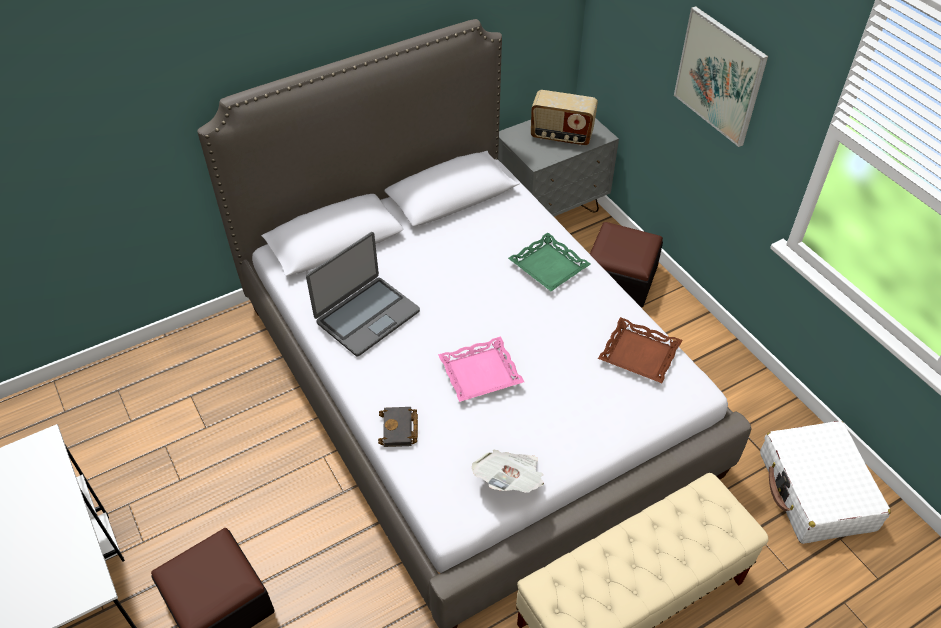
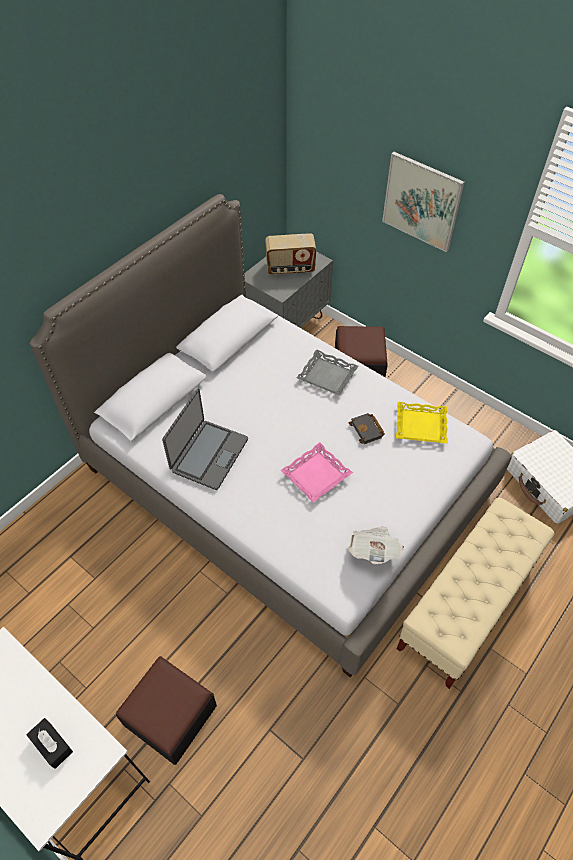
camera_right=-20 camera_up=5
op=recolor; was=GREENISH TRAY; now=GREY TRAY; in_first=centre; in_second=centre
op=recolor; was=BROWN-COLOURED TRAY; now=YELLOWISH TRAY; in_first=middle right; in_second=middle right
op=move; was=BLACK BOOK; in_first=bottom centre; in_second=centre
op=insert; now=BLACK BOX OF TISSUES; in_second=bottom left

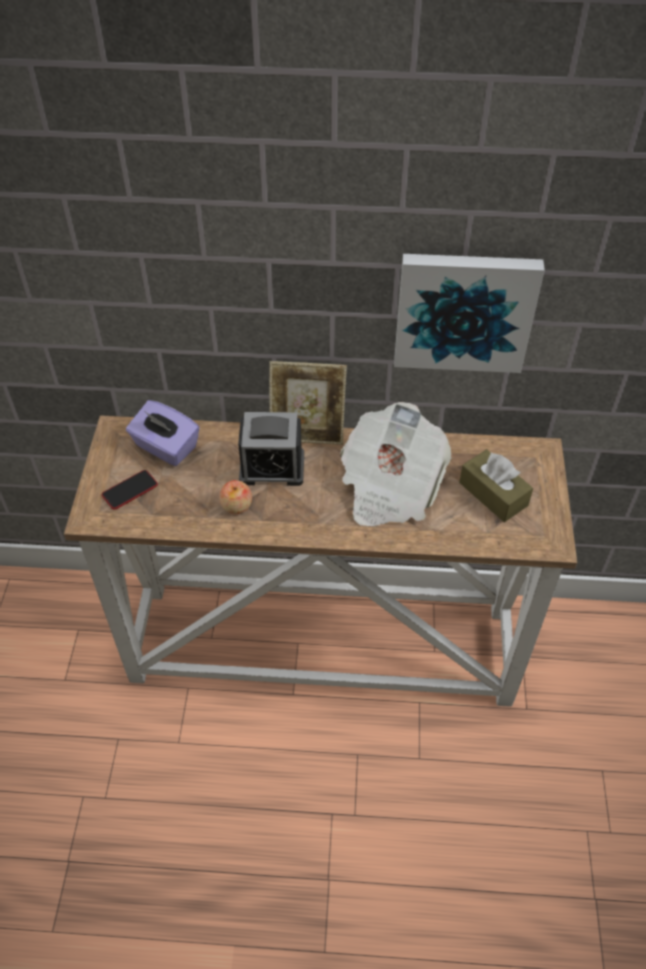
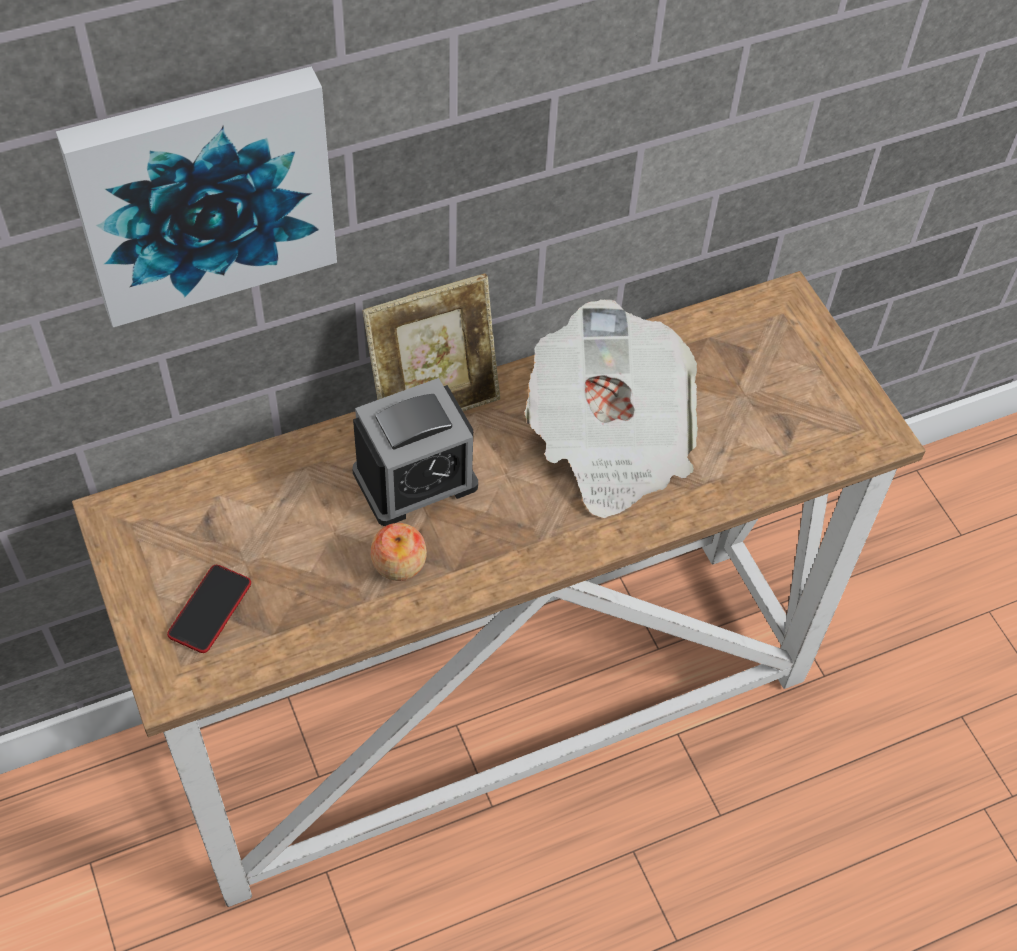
camera_right=-30 camera_up=5
op=move; was=PICTURE; in_first=top right; in_second=top left
op=delete; was=PURPLE BOX OF TISSUES; in_first=middle left
op=delete; was=BROWN-COLOURED BOX OF TISSUES; in_first=middle right

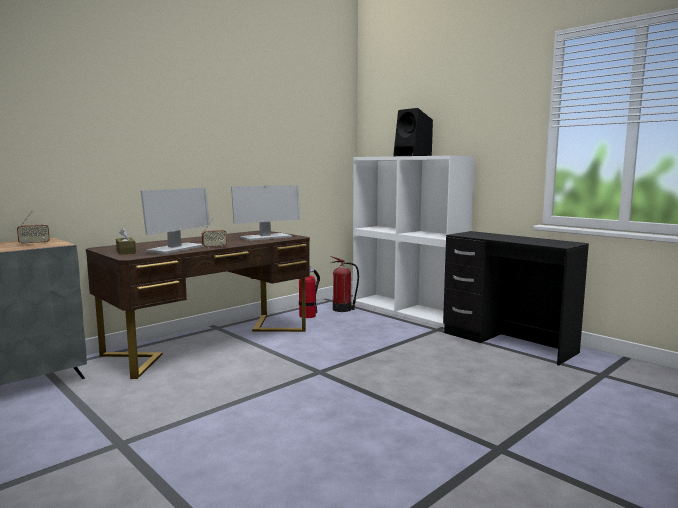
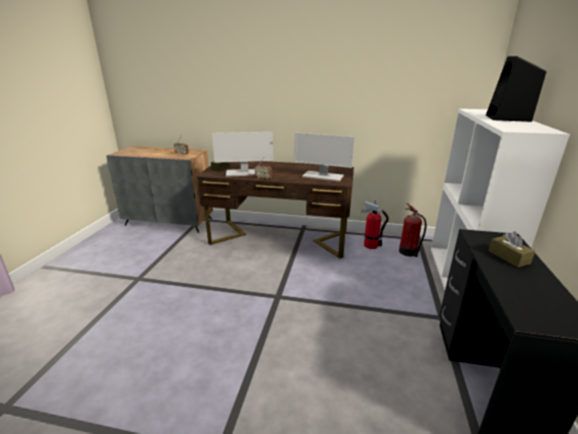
camera_right=55 camera_up=15
op=insert; now=BROWN-COLOURED BOX OF TISSUES (2nd from left); in_second=middle right

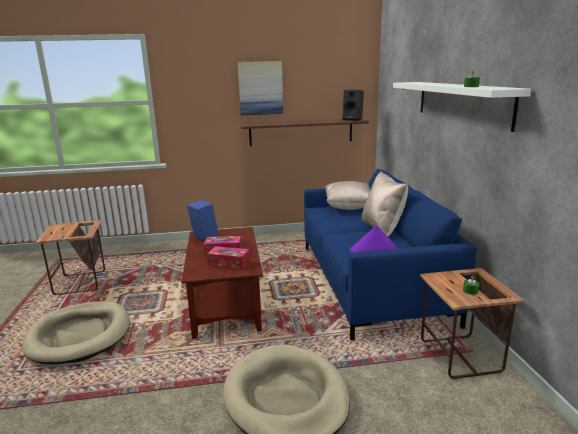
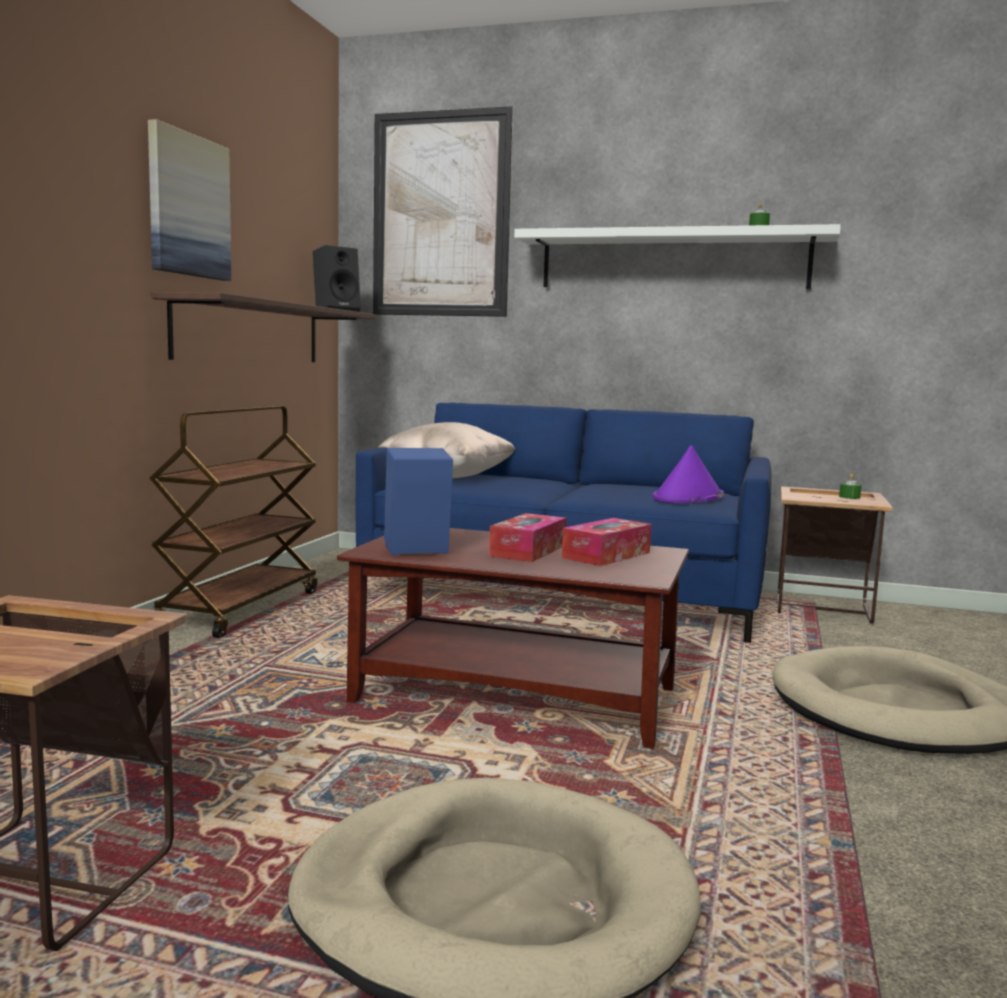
camera_right=-65 camera_up=-10
op=delete; was=BEIGE CUSHION (2nd from left); in_first=centre
op=insert; now=PICTURE (2nd from left); in_second=top centre
op=insert; now=BROWN-COLOURED TROLLEY; in_second=middle left

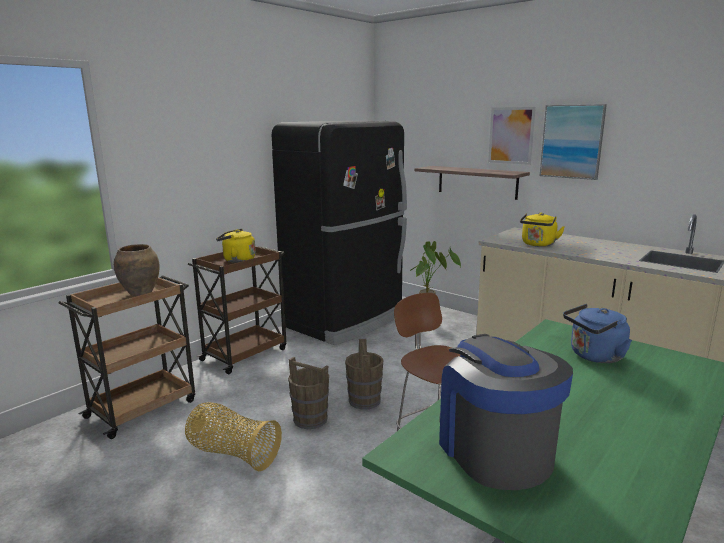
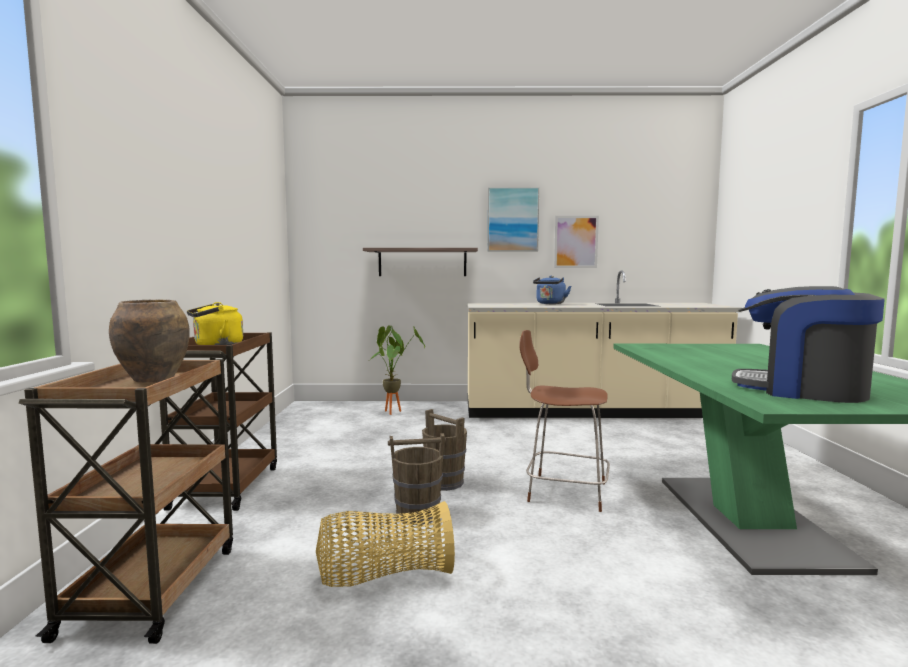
camera_right=-40 camera_up=-10
op=move; was=PICTURE (1st from left in the first image); now=PICTURE (2nd from left); in_first=top right; in_second=centre
op=delete; was=BLACK FRIDGE; in_first=centre
op=delete; was=YELLOWISH TEA KETTLE (2nd from left); in_first=middle right
op=move; was=BLUE-COLOURED TEA KETTLE; in_first=middle right; in_second=centre

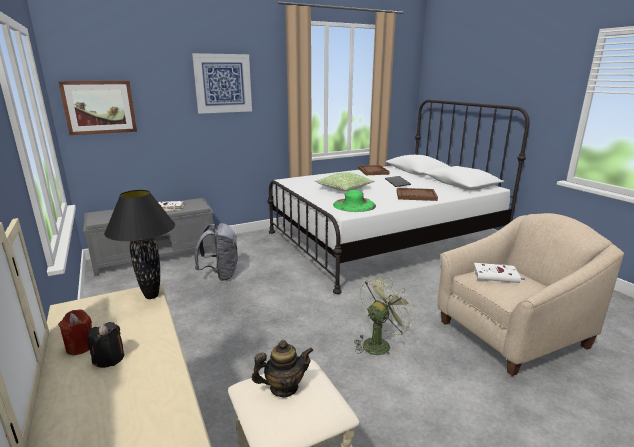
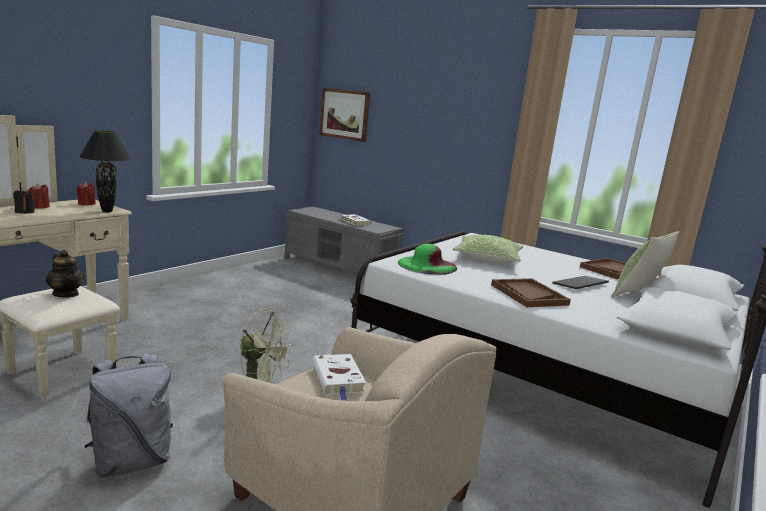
camera_right=60 camera_up=-5
op=delete; was=PICTURE (2nd from left); in_first=top centre
op=move; was=GREY BACKPACK; in_first=centre; in_second=bottom left
op=insert; now=RED WAX LIGHT (2nd from left); in_second=middle left
op=insert; now=CUSHION (2nd from left); in_second=middle right

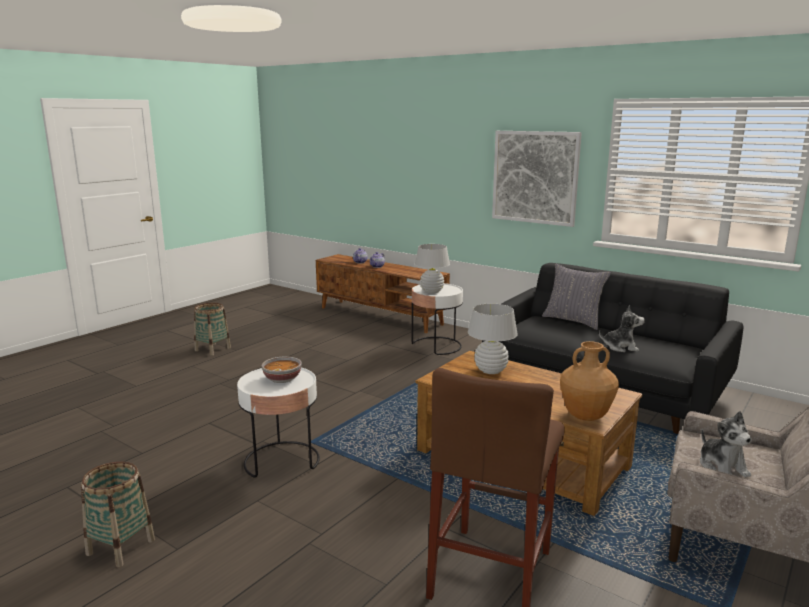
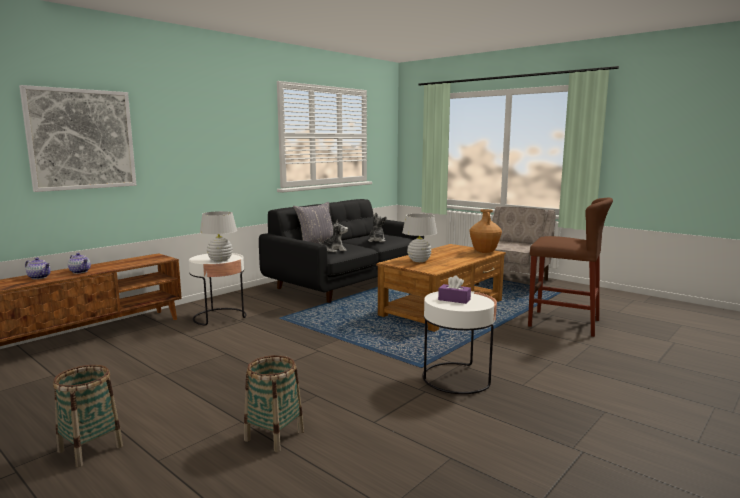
camera_right=-85 camera_up=-5
op=move; was=PICTURE; in_first=top centre; in_second=top left
op=replace; was=BOWL; now=PURPLE BOX OF TISSUES; in_first=centre; in_second=centre
op=move; was=PLUSH TOY (2nd from left in the first image); now=PLUSH TOY (1st from left); in_first=bottom right; in_second=centre
op=move; was=BASKET (1st from left in the first image); now=BASKET (2nd from left); in_first=bottom left; in_second=bottom centre

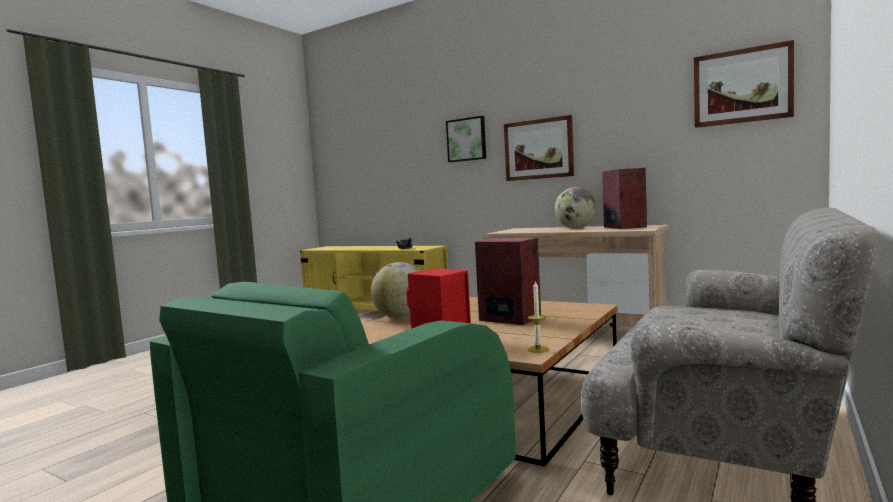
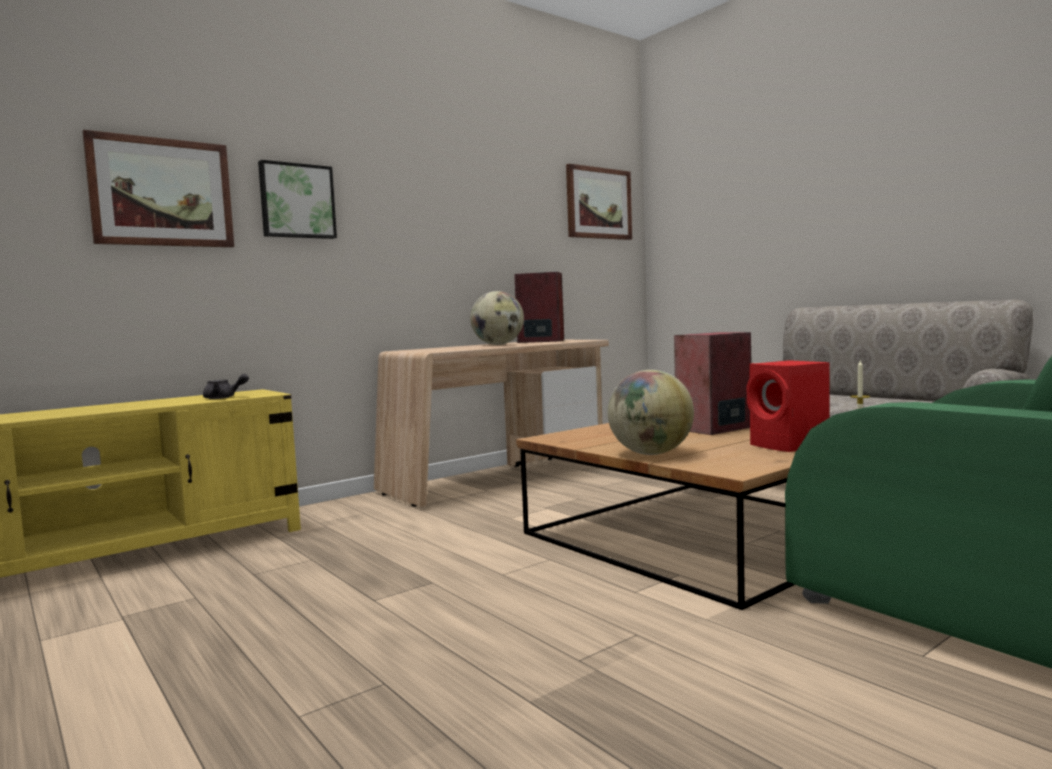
camera_right=-70 camera_up=0
op=move; was=PICTURE (2nd from left in the first image); now=PICTURE (1st from left); in_first=top centre; in_second=top left

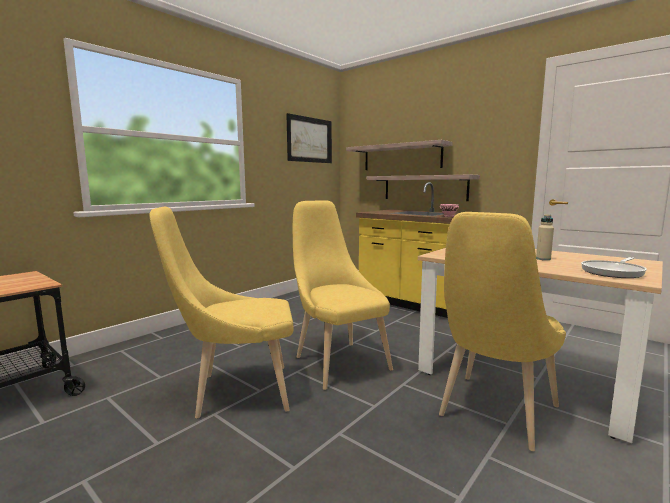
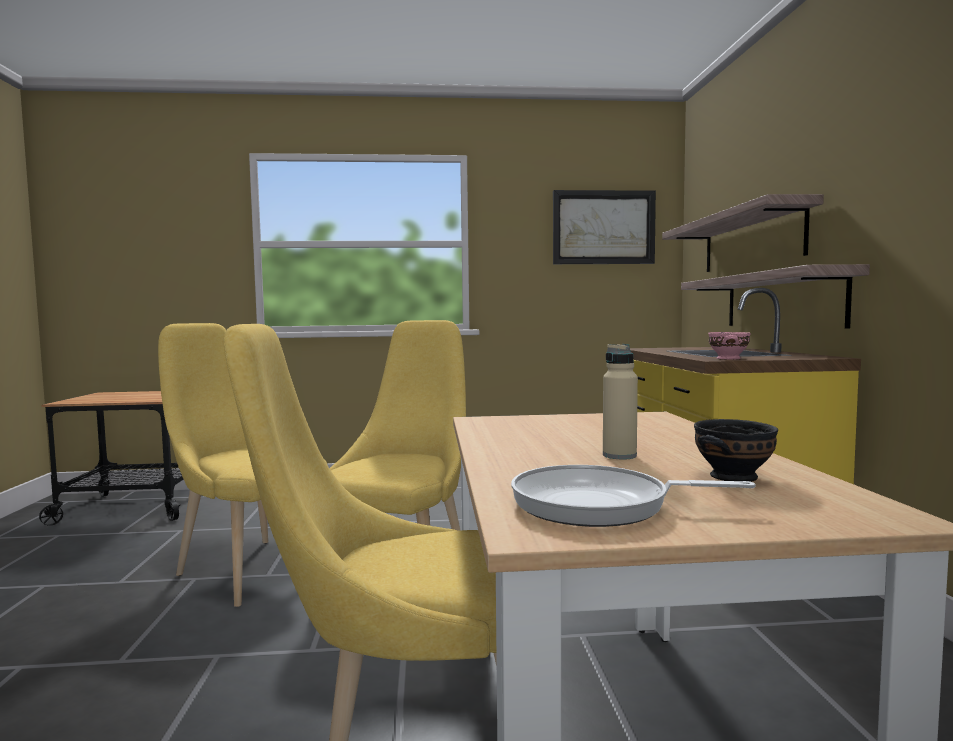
camera_right=45 camera_up=-5
op=insert; now=BLACK BOWL; in_second=middle right

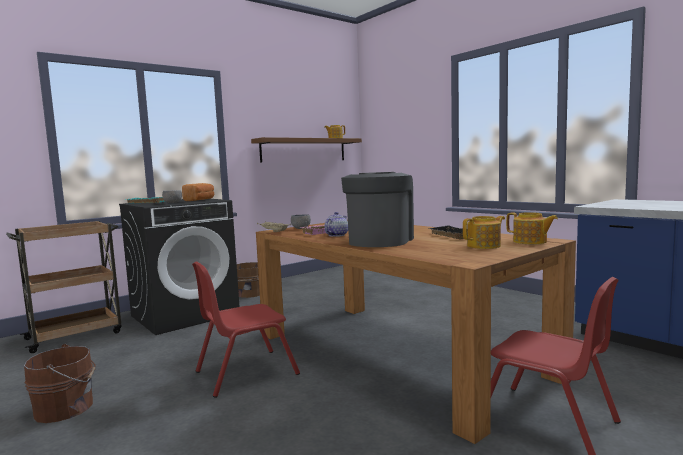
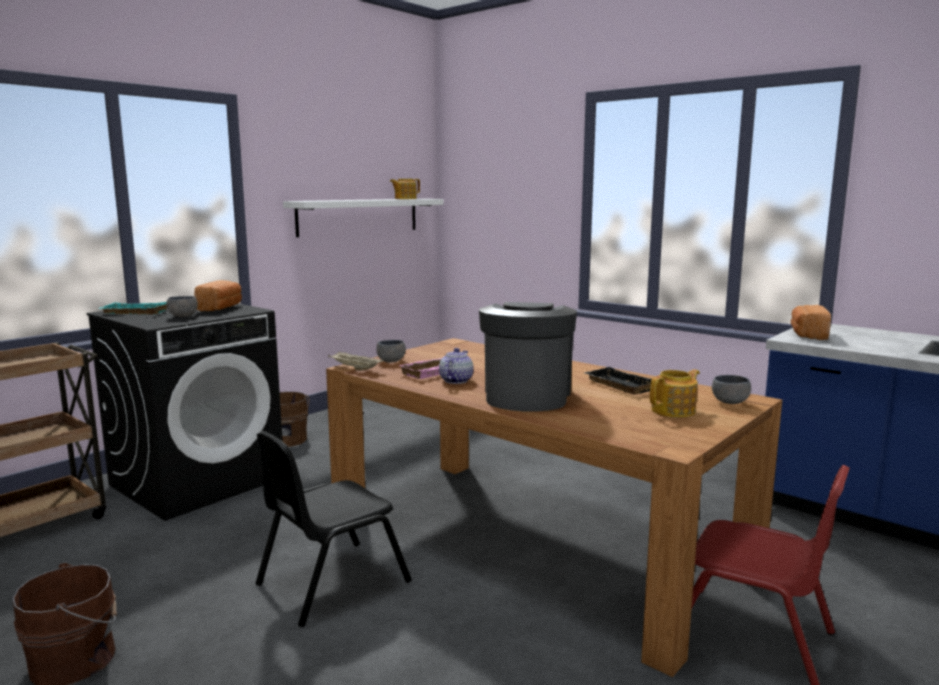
camera_right=-10 camera_up=5
op=recolor; was=BROWN-COLOURED SHELF; now=WHITE SHELF; in_first=top centre; in_second=top centre
op=replace; was=TEAPOT (4th from left); now=GREY BOWL (3rd from left); in_first=middle right; in_second=middle right
op=recolor; was=RED PLAIN CHAIR (1st from left); now=BLACK PLAIN CHAIR; in_first=bottom centre; in_second=bottom centre
op=insert; now=BAKERY BREAD (2nd from left); in_second=middle right

